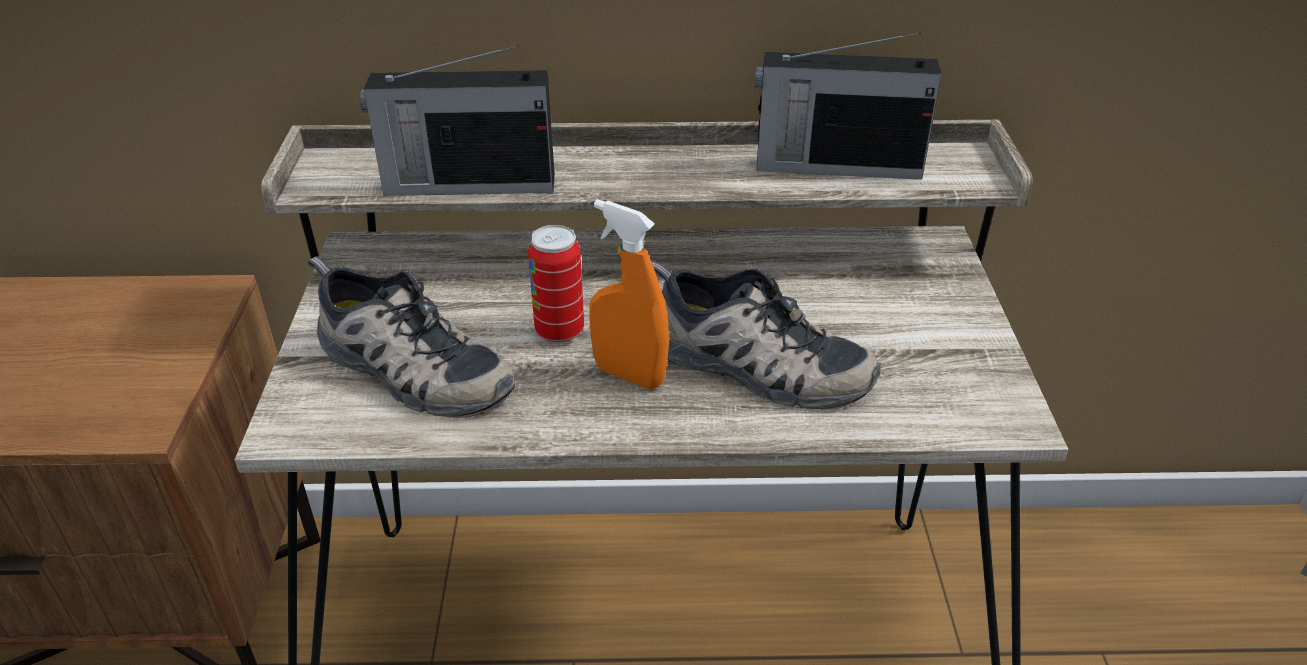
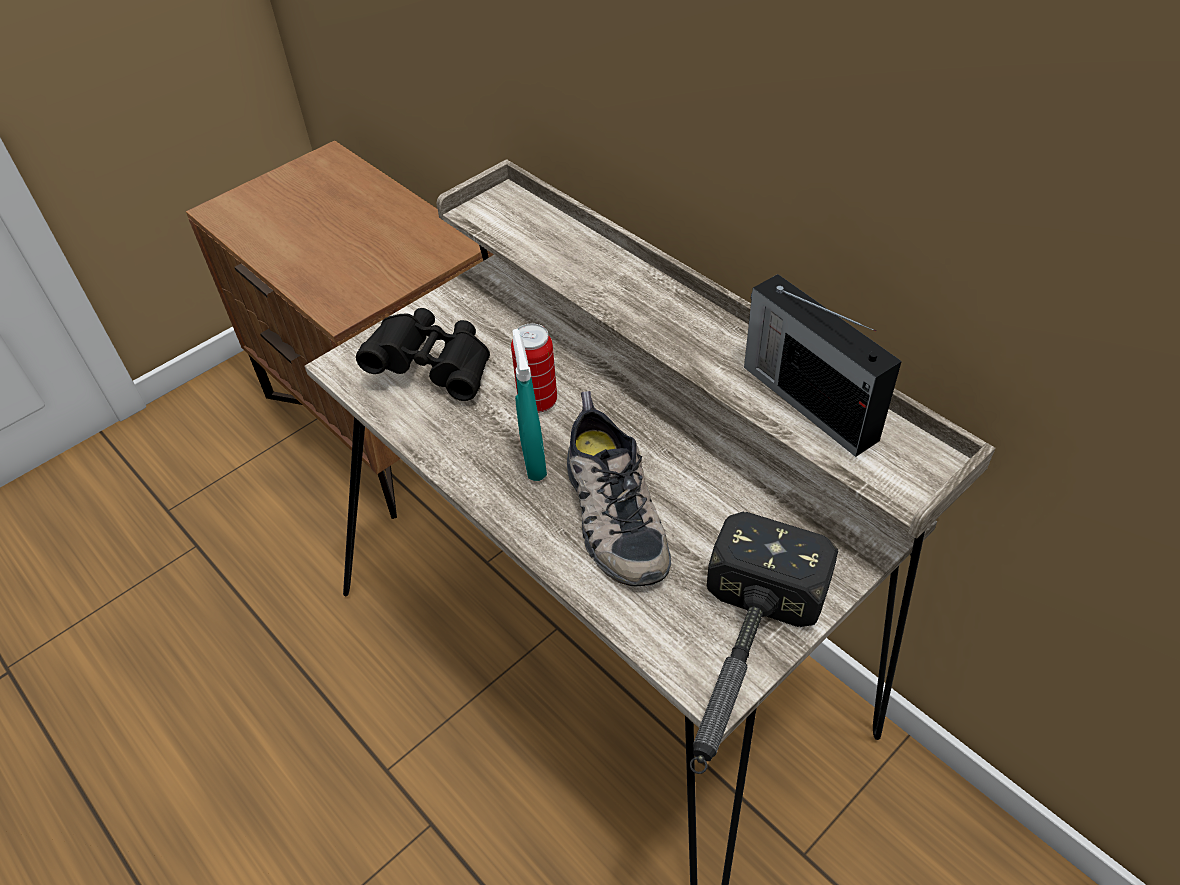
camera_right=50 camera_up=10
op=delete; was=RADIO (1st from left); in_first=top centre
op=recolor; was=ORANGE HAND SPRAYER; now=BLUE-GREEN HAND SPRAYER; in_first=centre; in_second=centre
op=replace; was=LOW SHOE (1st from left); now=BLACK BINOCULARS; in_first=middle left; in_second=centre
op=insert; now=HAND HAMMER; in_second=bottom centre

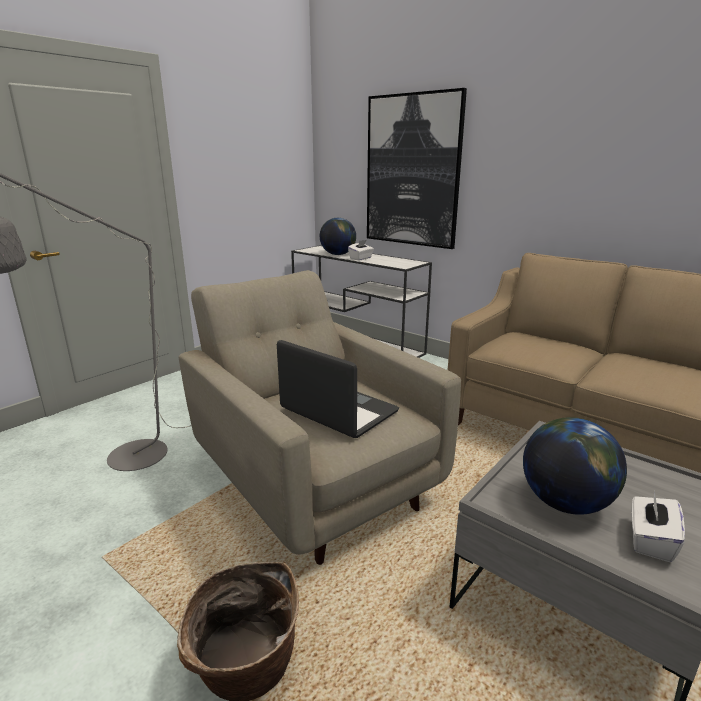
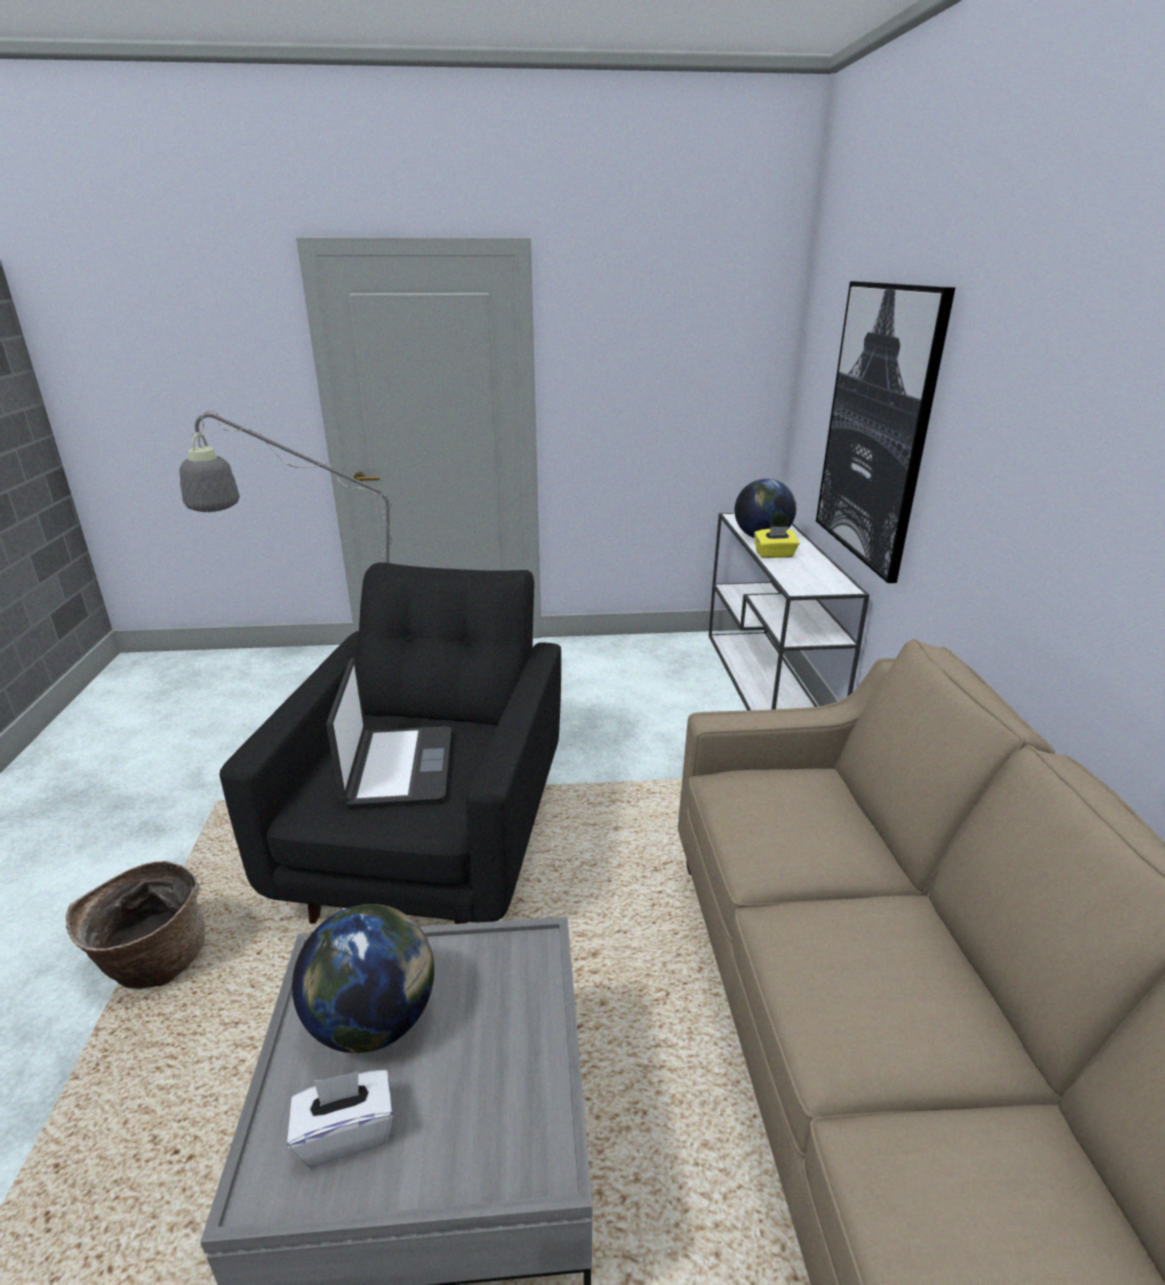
camera_right=45 camera_up=5
op=recolor; was=WHITE BOX OF TISSUES (1st from left); now=YELLOWISH BOX OF TISSUES; in_first=centre; in_second=middle right
op=recolor; was=BEIGE LOUNGE CHAIR; now=BLACK LOUNGE CHAIR; in_first=centre; in_second=centre

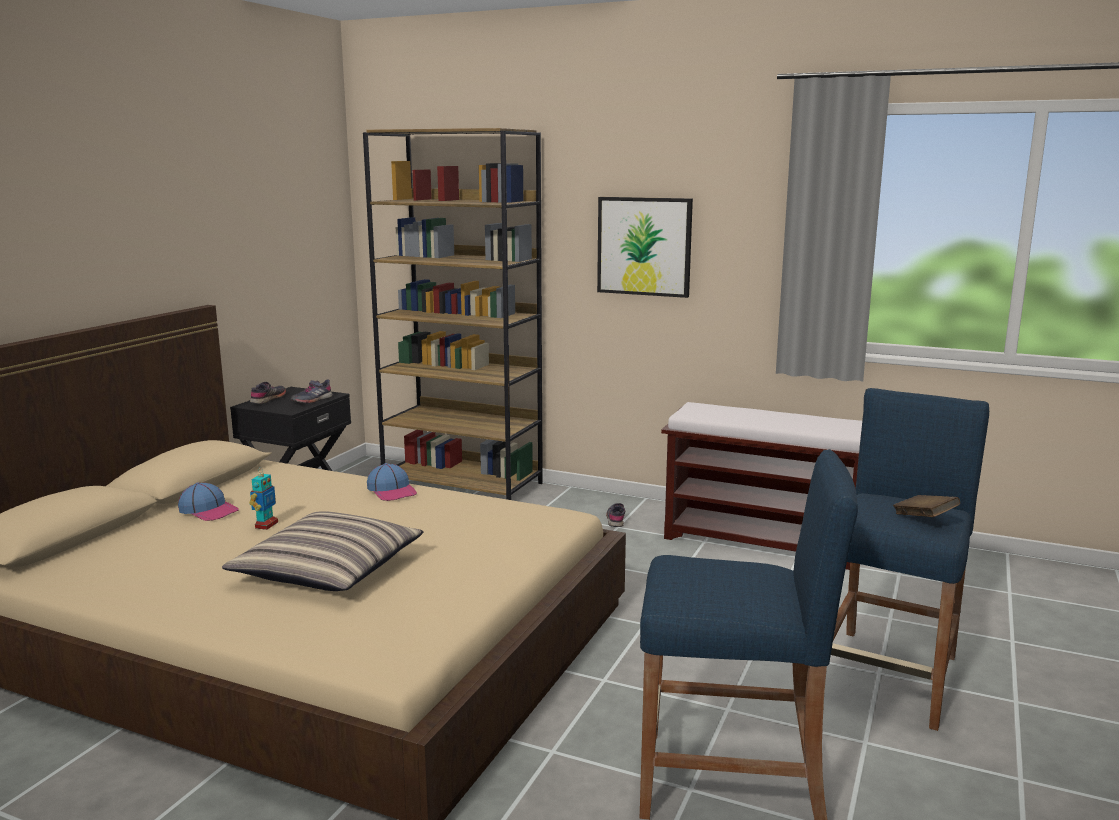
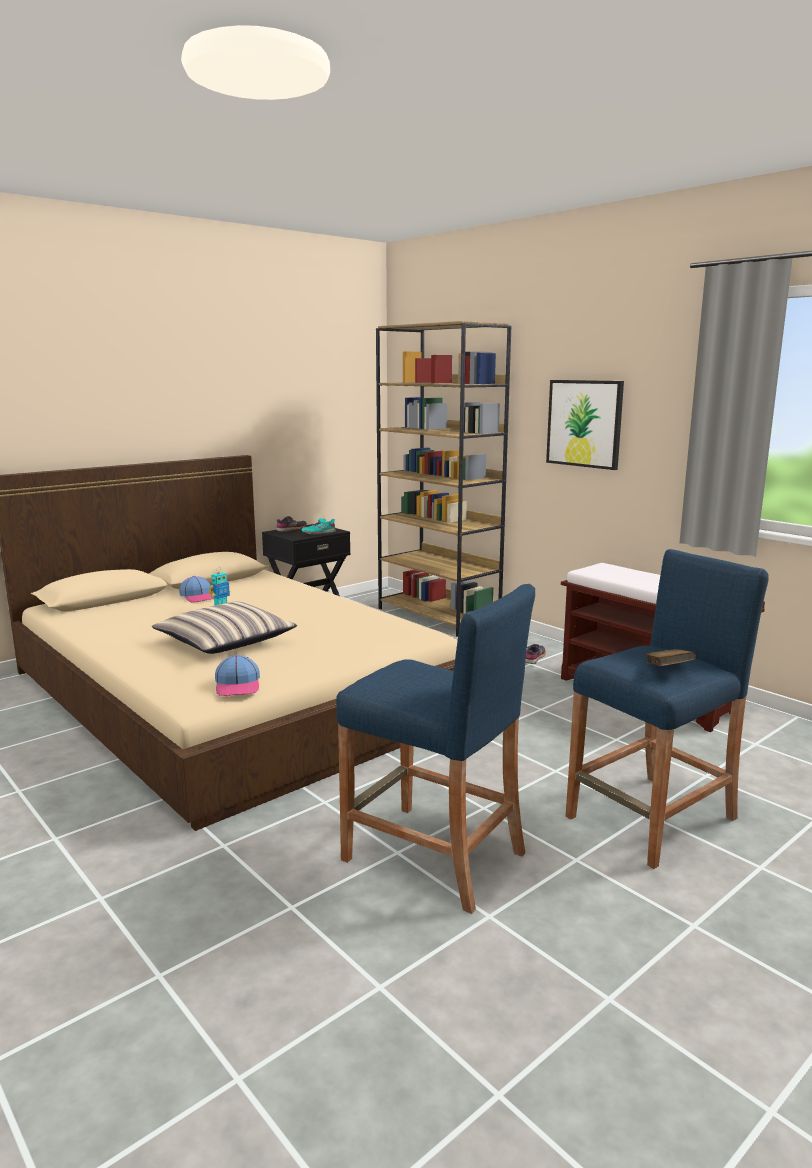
camera_right=25 camera_up=0
op=recolor; was=GREY LOW SHOE (2nd from left); now=BLUE-GREEN LOW SHOE; in_first=middle left; in_second=centre
op=move; was=CAP (2nd from left); in_first=centre; in_second=middle left

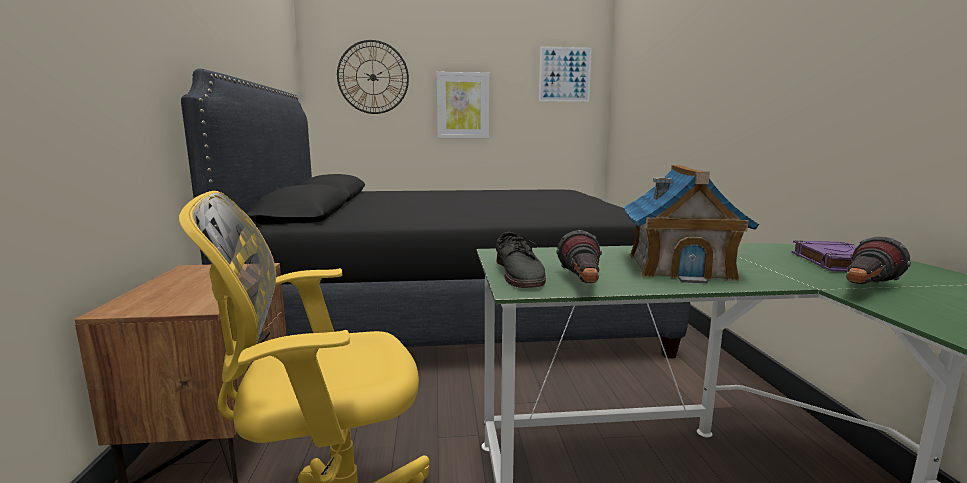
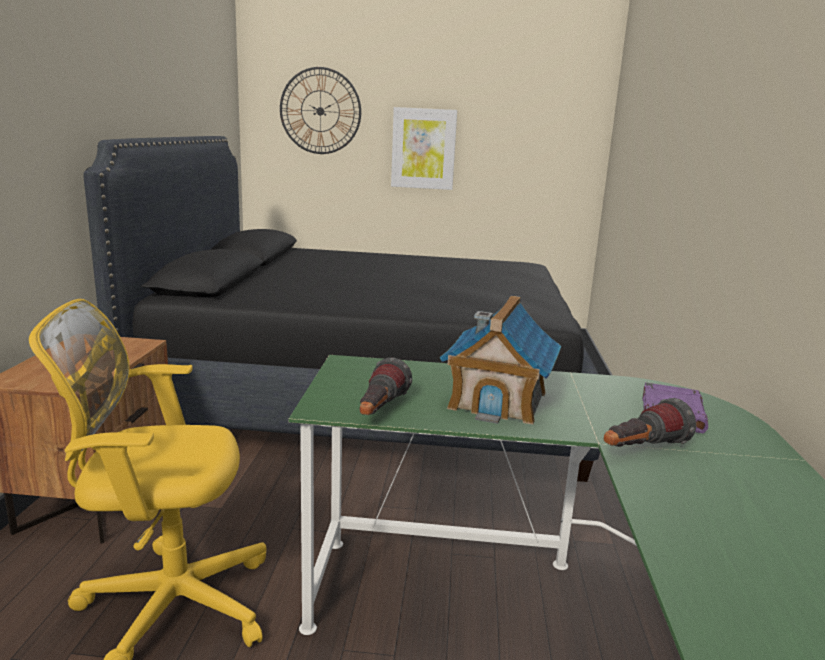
camera_right=10 camera_up=5
op=delete; was=PICTURE (2nd from left); in_first=top centre
op=delete; was=GREY LOW SHOE; in_first=centre

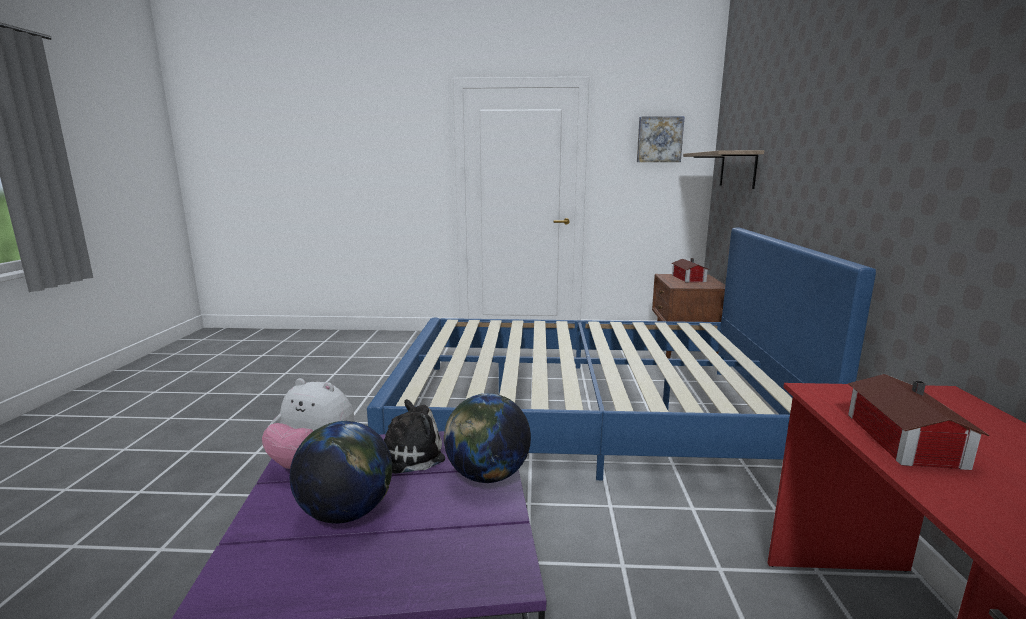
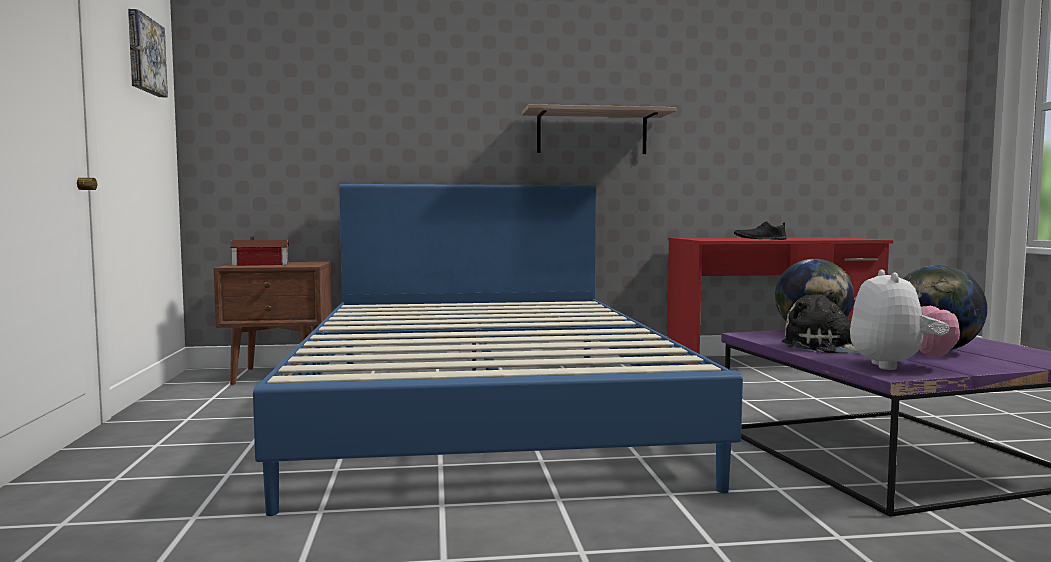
camera_right=-100 camera_up=-10
op=move; was=SHELF; in_first=top right; in_second=top centre
op=replace; was=TOY HOUSE (2nd from left); now=BLACK LOW SHOE; in_first=bottom right; in_second=middle right

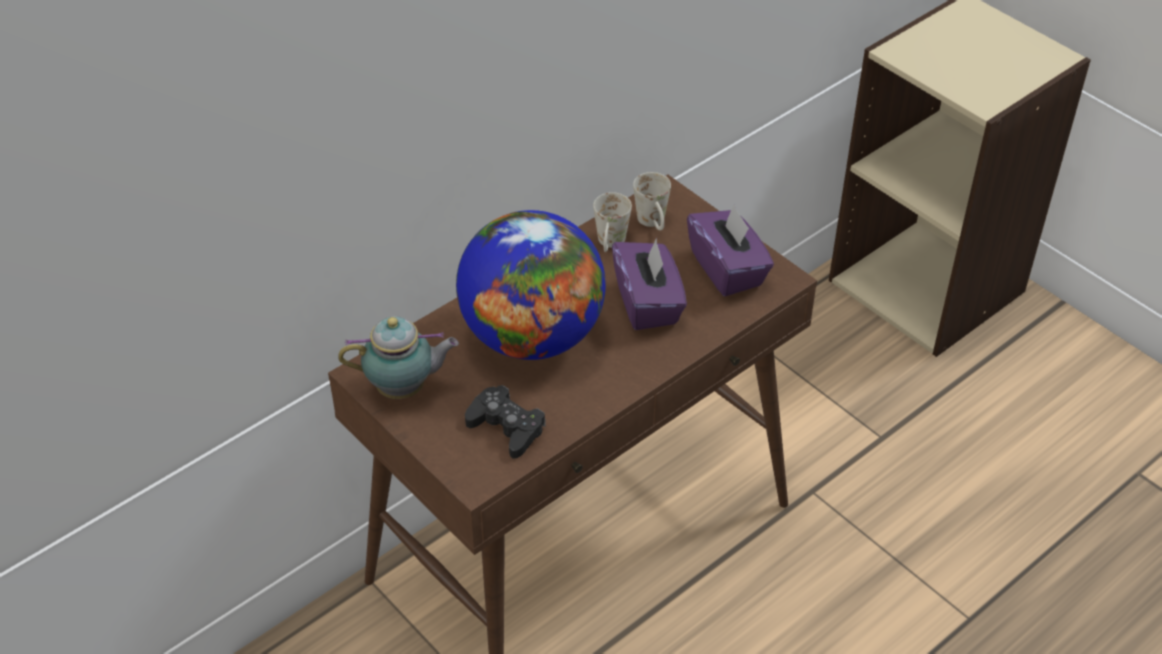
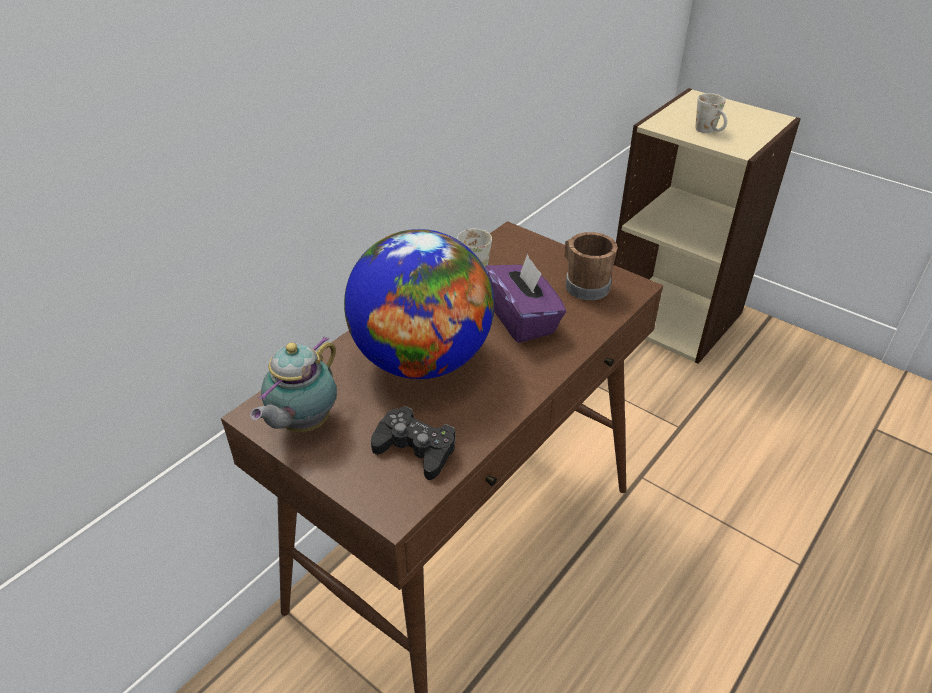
camera_right=-10 camera_up=-5
op=move; was=WHITE MUG (2nd from left); in_first=top centre; in_second=top right
op=replace; was=PURPLE BOX OF TISSUES (2nd from left); now=BROWN-COLOURED MUG; in_first=centre; in_second=centre
op=rotate; was=TEAPOT; in_first=centre; in_second=middle left; clockwise=135

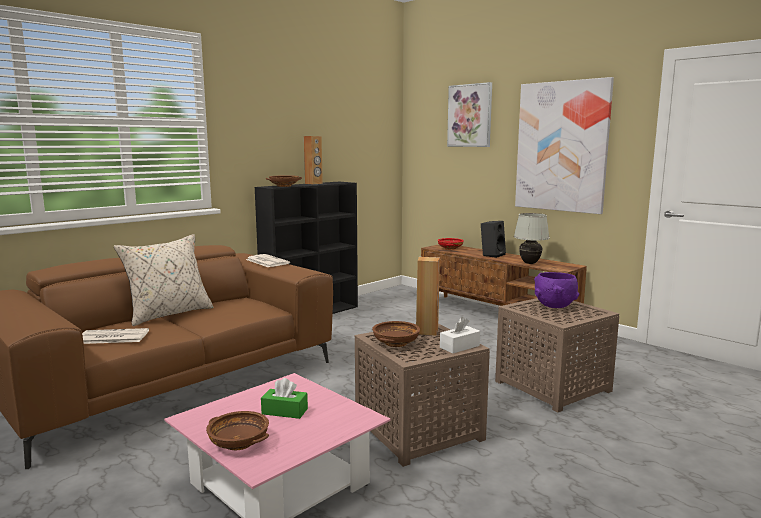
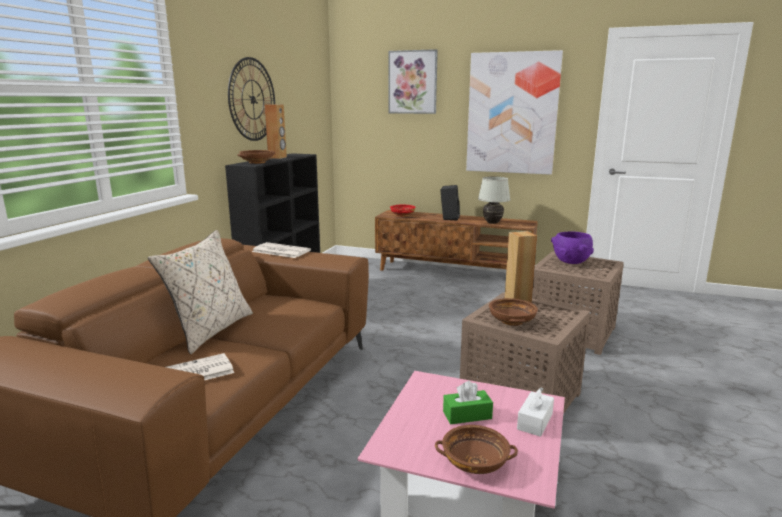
camera_right=-25 camera_up=5
op=move; was=WHITE BOX OF TISSUES; in_first=centre; in_second=bottom right
op=insert; now=CLOCK ON THE WALL; in_second=top left

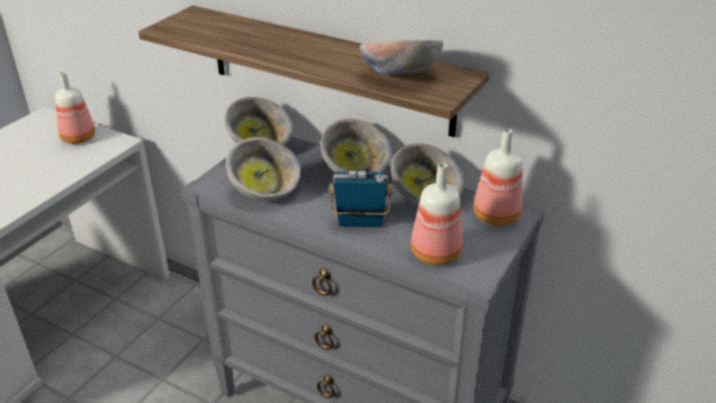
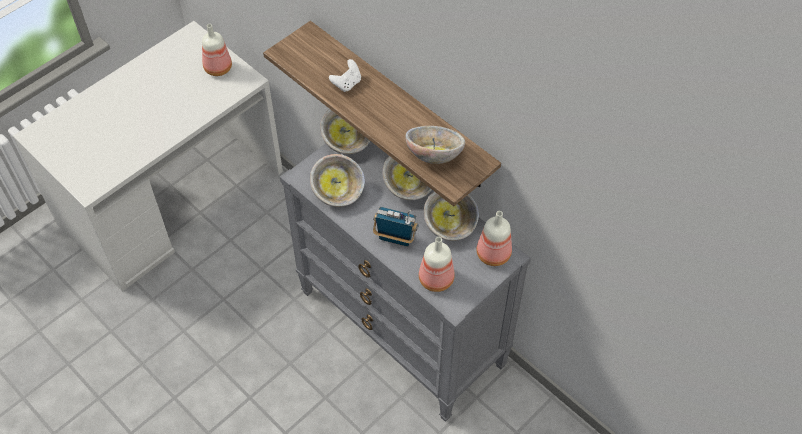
camera_right=15 camera_up=20
op=insert; now=WHITE JOYPAD; in_second=top centre

